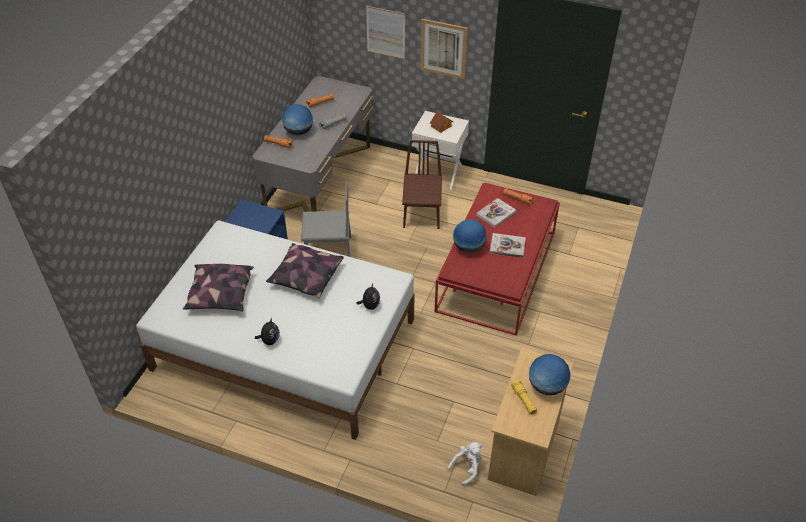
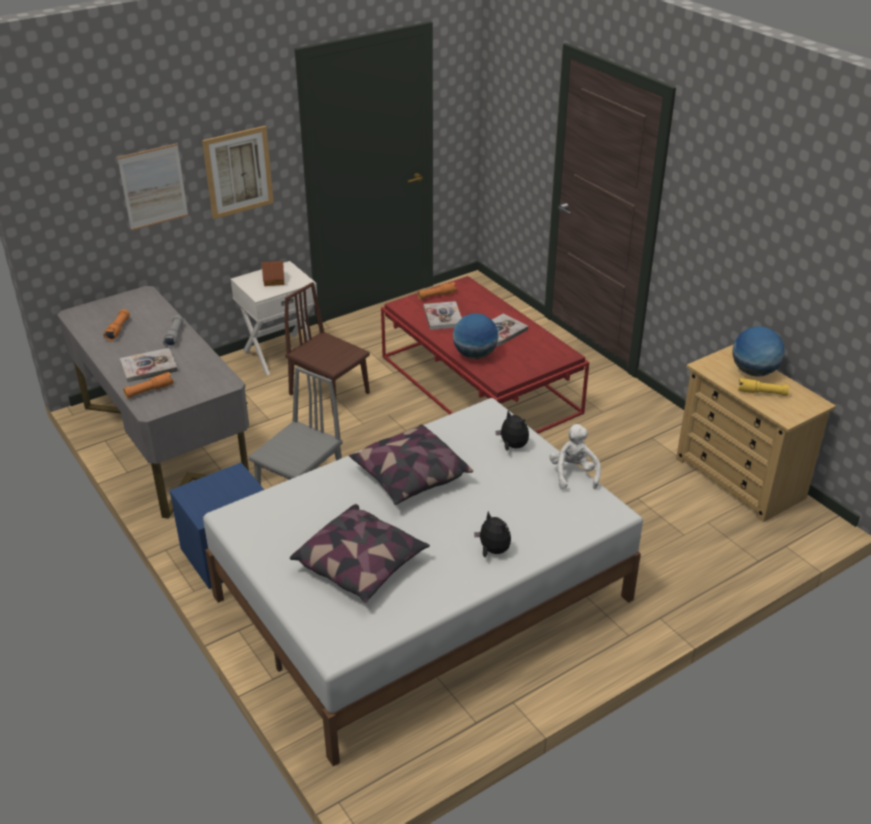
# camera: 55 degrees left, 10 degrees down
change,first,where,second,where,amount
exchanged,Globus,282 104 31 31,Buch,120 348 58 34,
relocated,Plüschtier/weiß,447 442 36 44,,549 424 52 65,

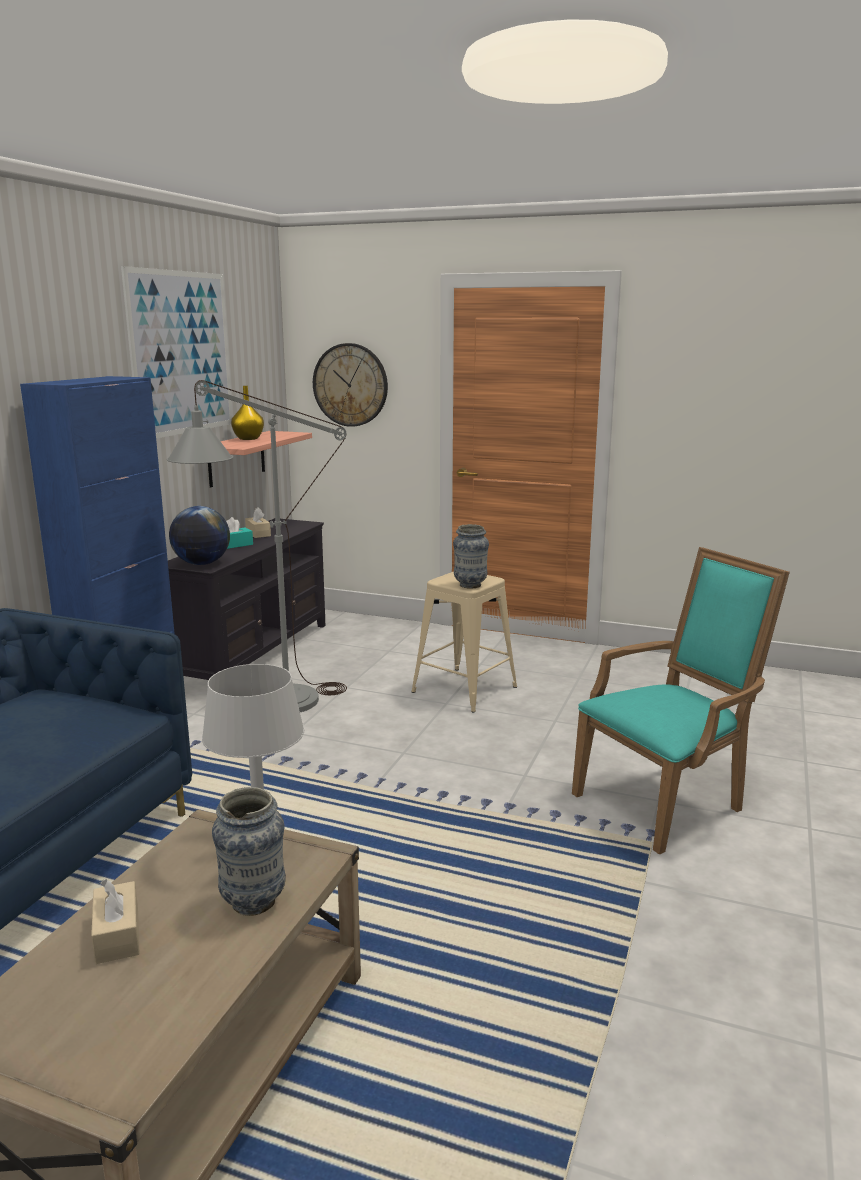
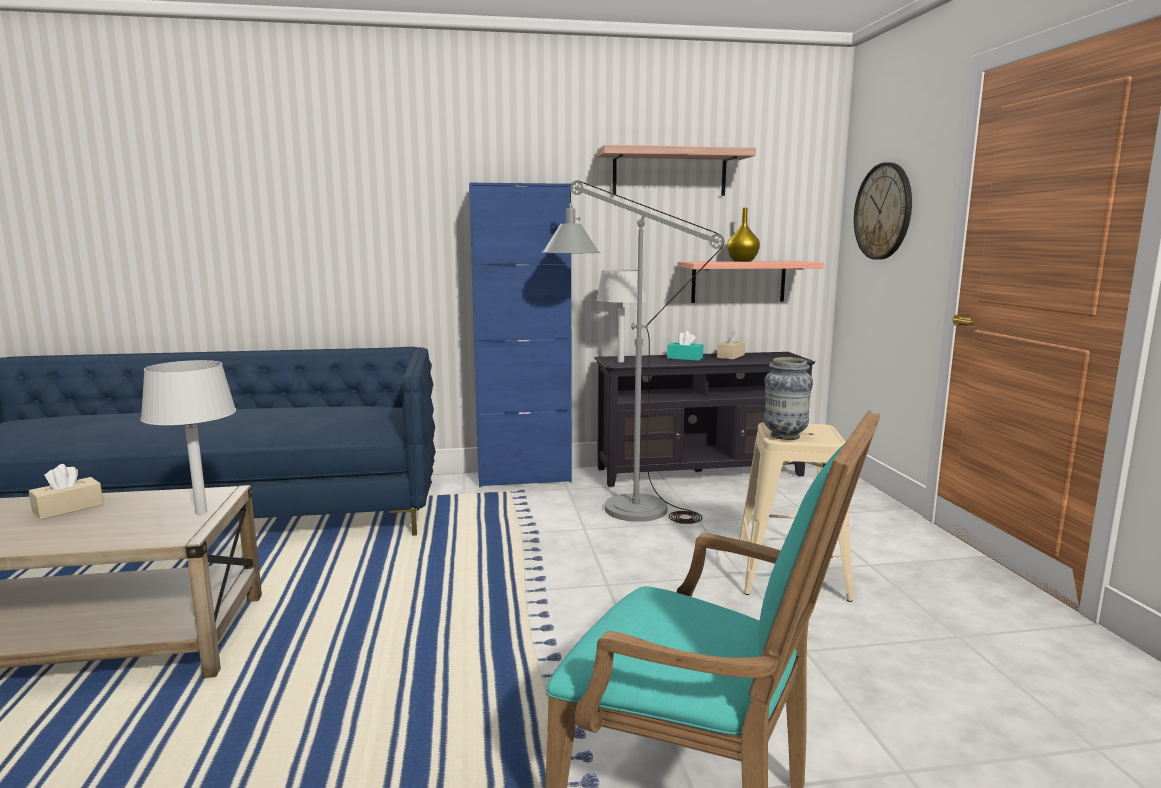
# camera: 60 degrees right, 5 degrees down
change,first,where,second,where,amount
exchanged,Bild,121 266 112 173,Wandregal,597 145 159 51,
exchanged,Globus,169 506 61 59,Tischlampe/grau,596 269 51 93,
missing,Vase,212 787 74 129,,,

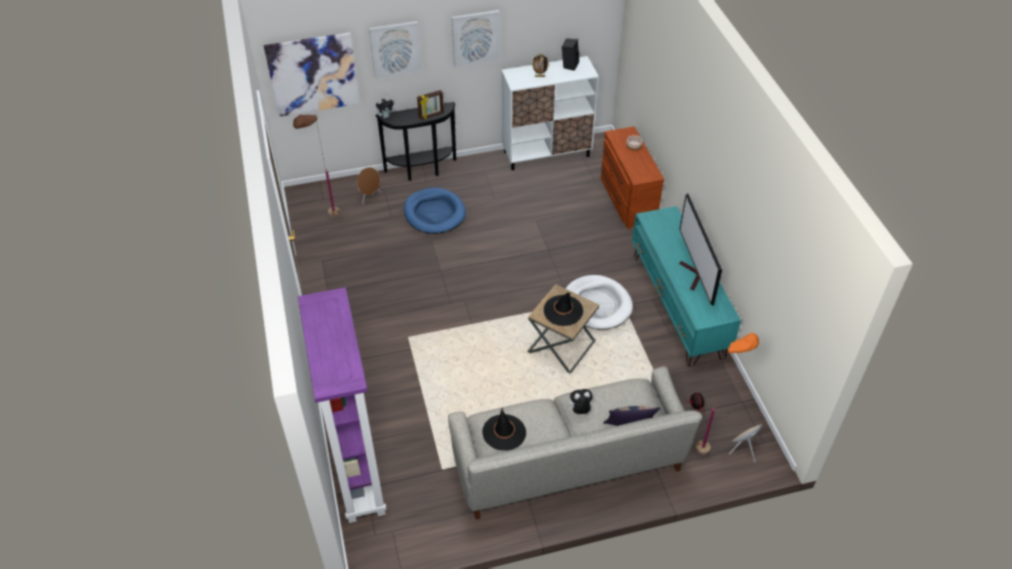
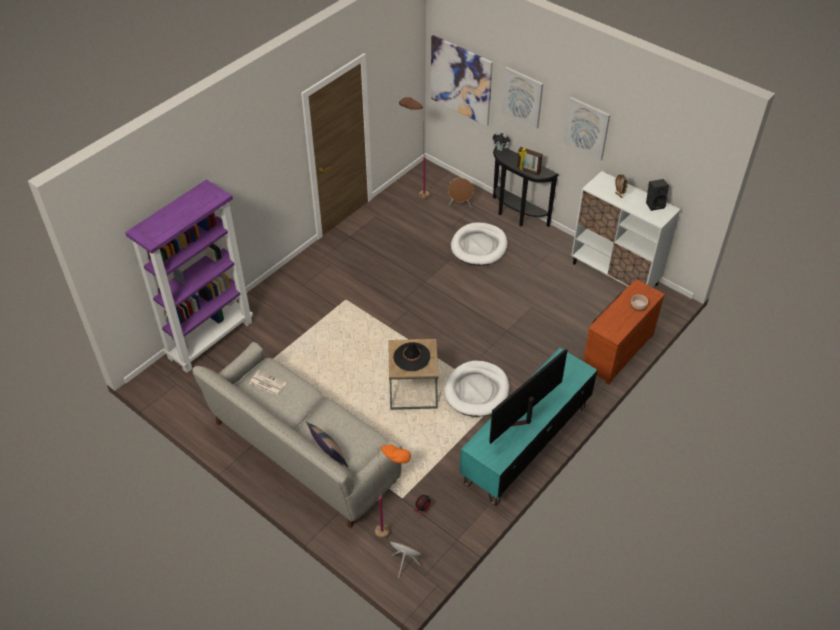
# camera: 55 degrees right, 0 degrees up
change,first,where,second,where,amount
colour,Hundebett/blau,404 188 62 46,Hundebett/weiß,451 222 56 44,
exchanged,Hut/schwarz,482 408 44 43,Zeitung,250 371 36 24,
missing,Plüschtier,567 389 26 25,,,

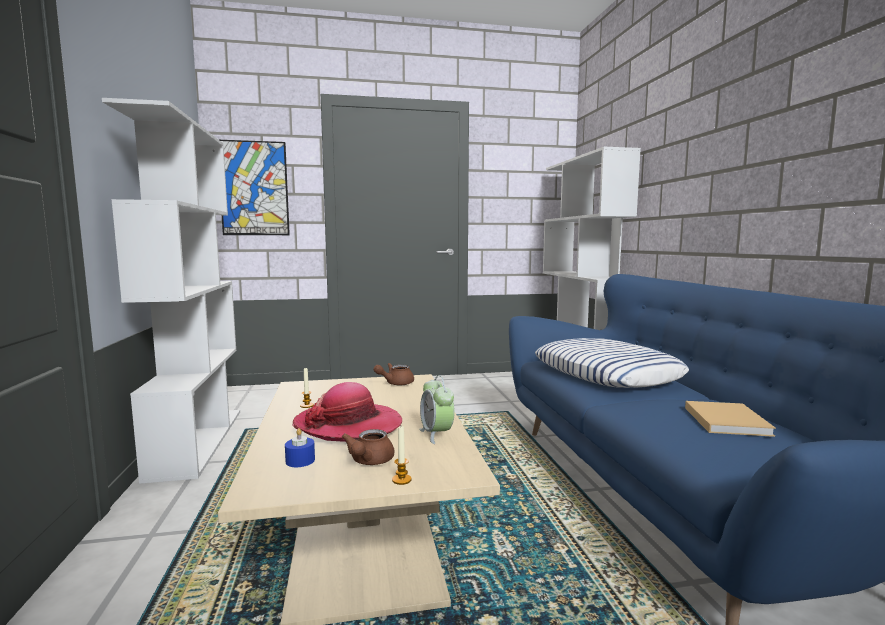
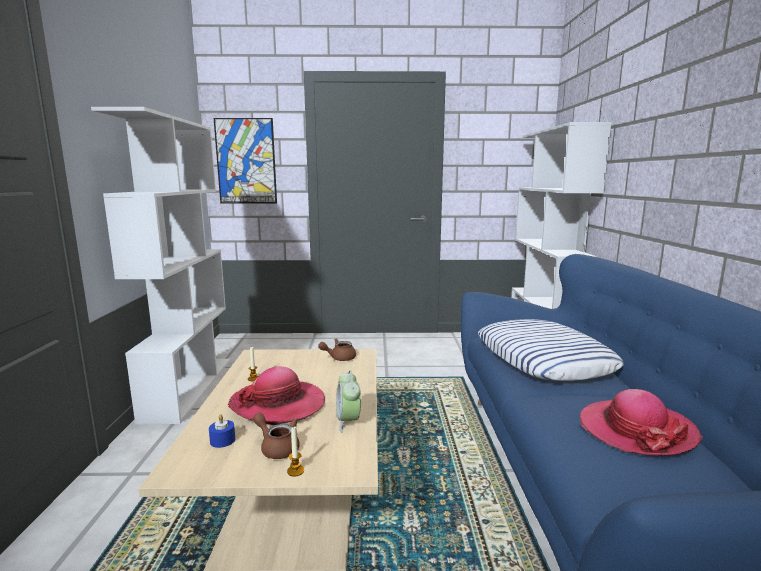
# camera: 10 degrees right, 5 degrees up
change,first,where,second,where,amount
spun,Teekanne/braun,342 429 53 36,,253 413 47 46,105 degrees clockwise
exchanged,Buch/beige,685 401 91 36,Hut,580 389 123 66,

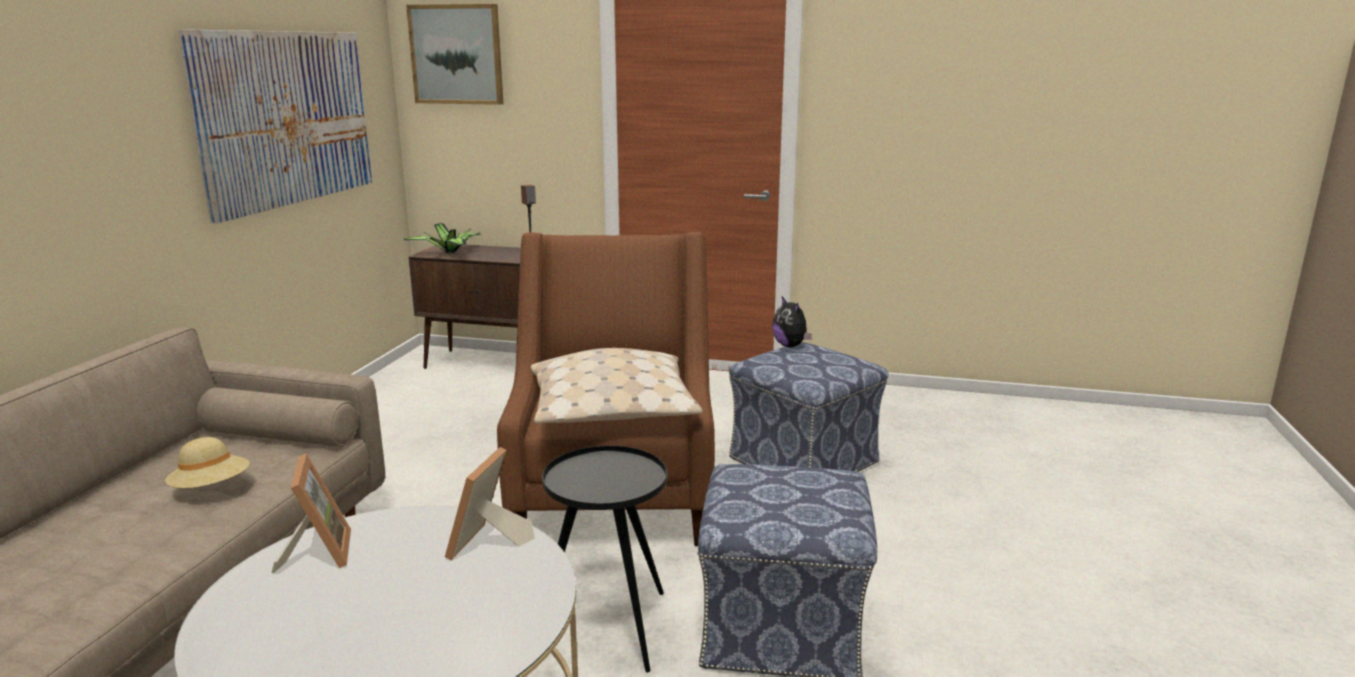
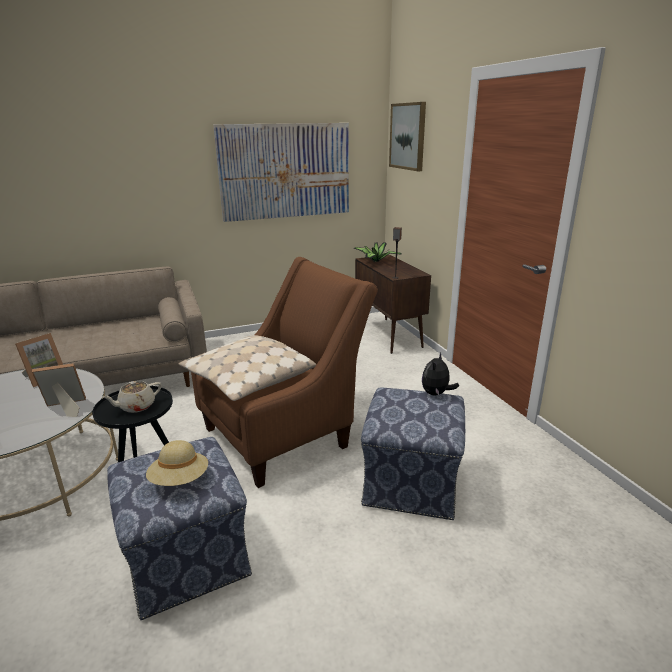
# camera: 55 degrees right, 5 degrees up
change,first,where,second,where,amount
relocated,Hut/beige,165 437 85 51,,146 440 62 46,
appeared,,,Teekanne/beige,102 381 60 32,

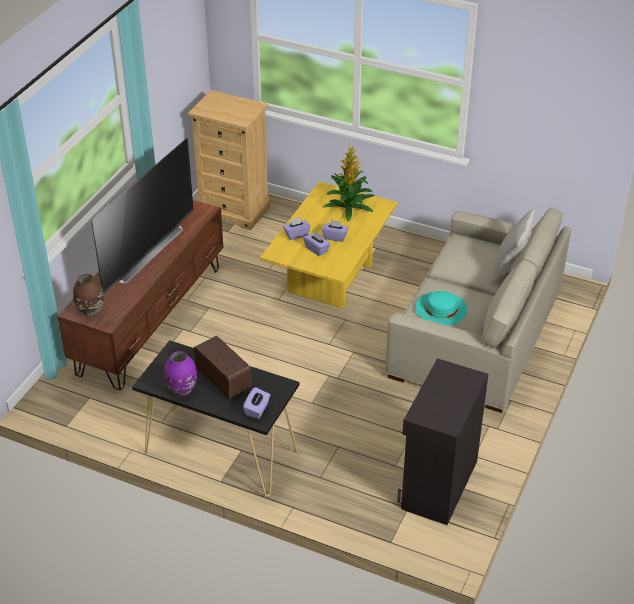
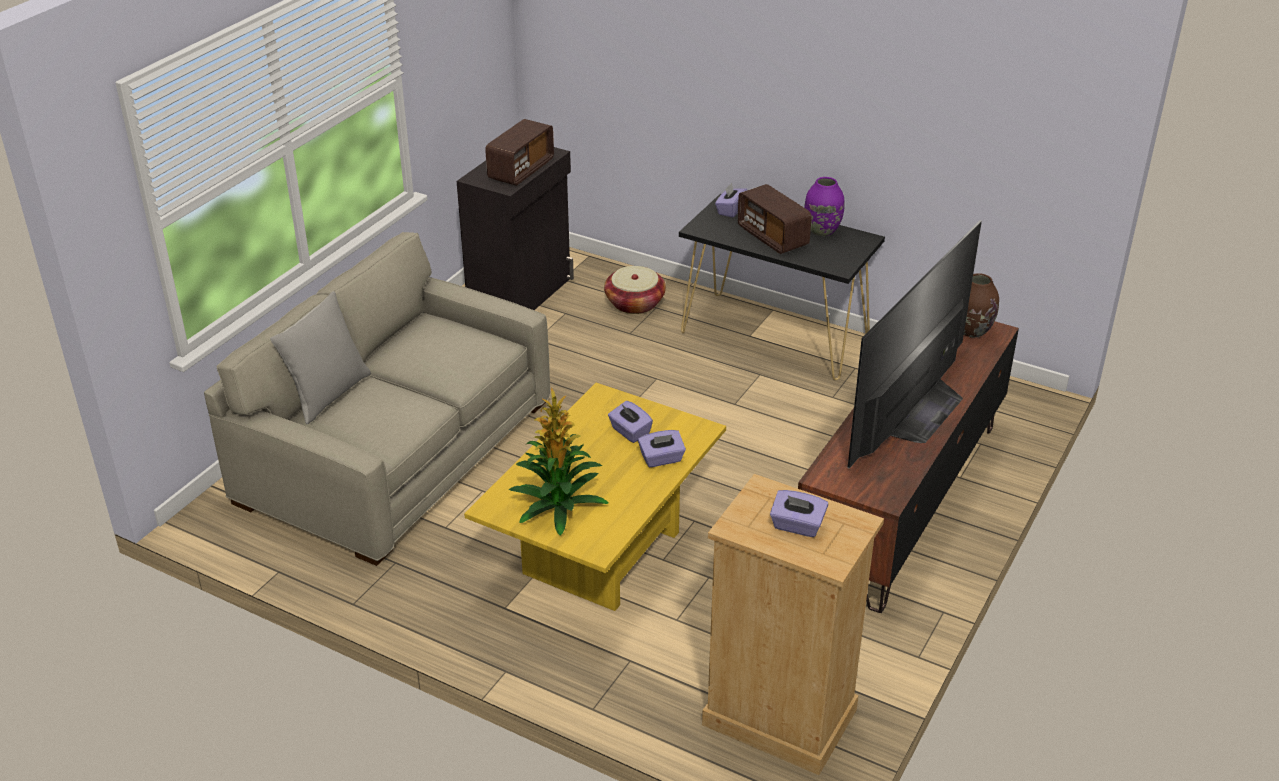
# camera: 175 degrees left, 5 degrees down
change,first,where,second,where,amount
relocated,Taschentuchbox/lila,322 220 27 22,,770 490 58 47,
missing,Hut/türkis,415 291 52 35,,,
appeared,,,Radio,485 119 69 67,
appeared,,,Korb,604 266 62 48,

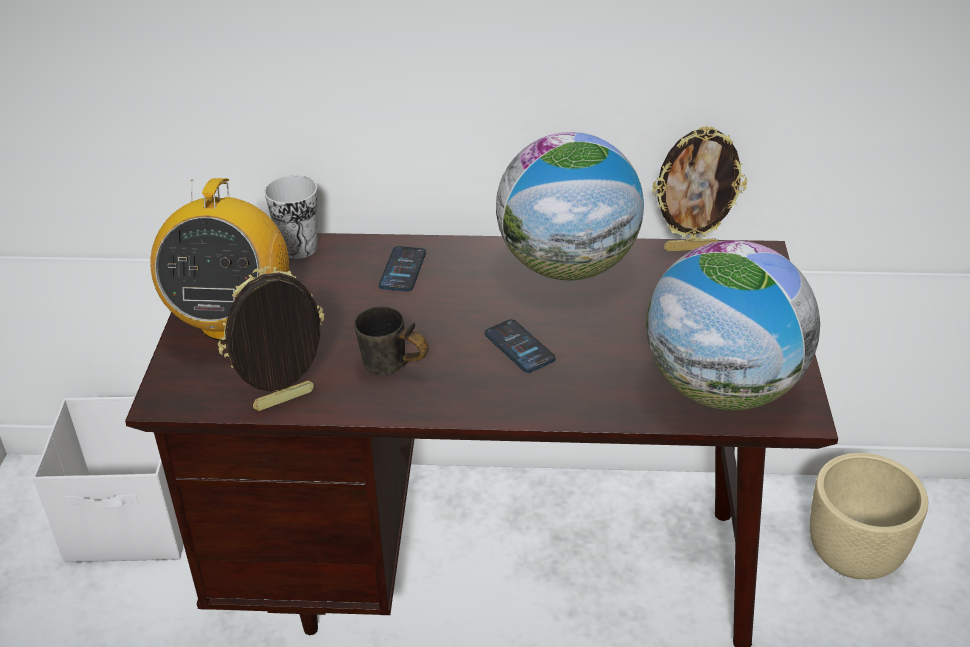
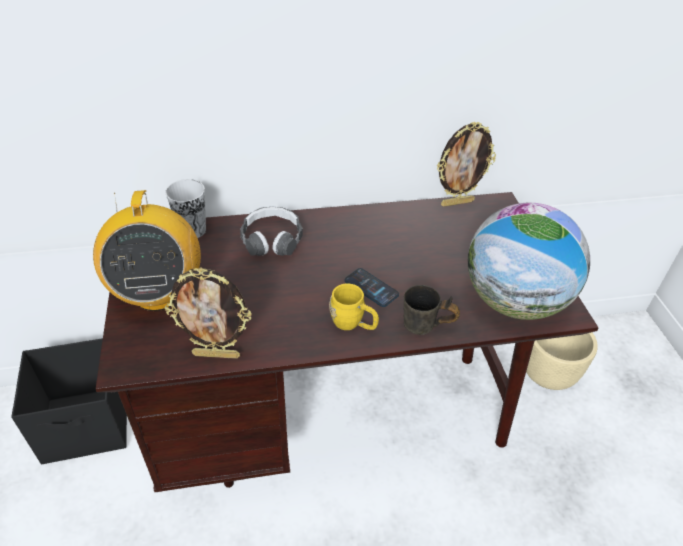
# camera: 15 degrees left, 5 degrees up
change,first,where,second,where,amount
colour,Aufbewahrungsbox/weiß,33 396 151 166,Aufbewahrungsbox/schwarz,11 338 116 126,
spun,Bilderrahmen,218 266 107 145,,165 267 87 92,135 degrees counterclockwise
relocated,Henkelbecher/grau,354 306 74 69,,404 285 56 50,
exchanged,Handy,379 246 47 45,Kopfhörer,240 207 63 49,
missing,Globus,496 132 148 148,,,
appeared,,,Henkelbecher/gelb,329 283 50 47,

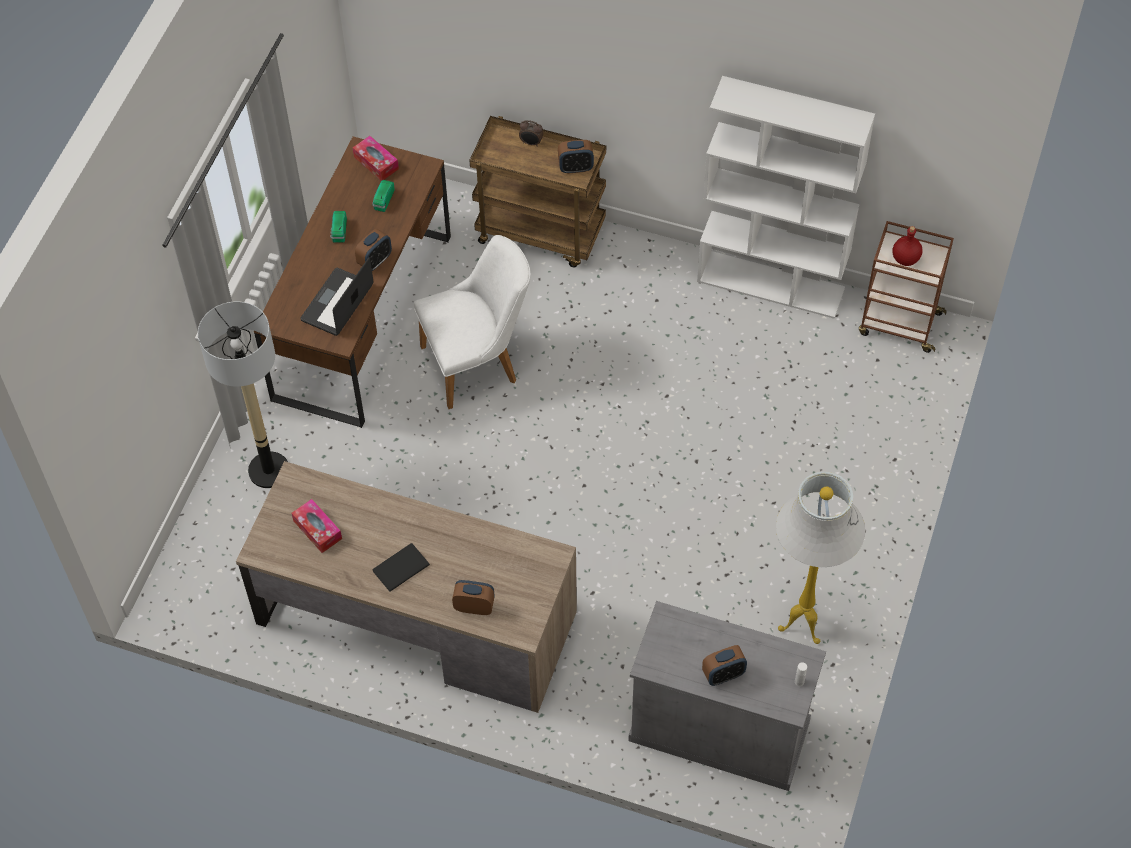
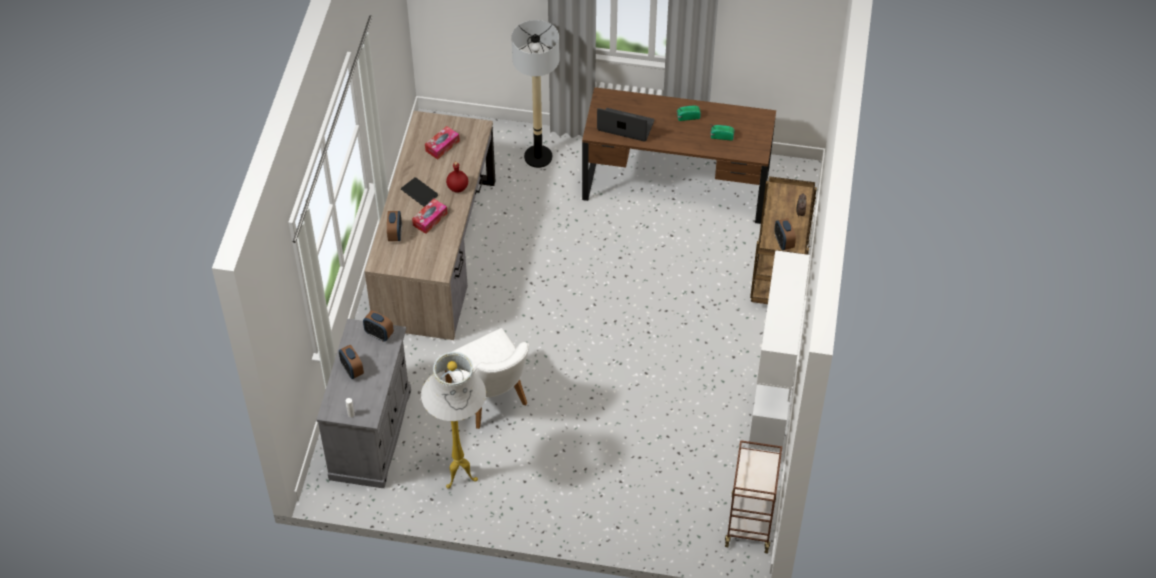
# camera: 80 degrees right, 5 degrees down
change,first,where,second,where,amount
relocated,Taschentuchbox,353 136 46 45,,412 199 36 35,
relocated,Wecker,355 229 37 42,,363 311 31 30,
relocated,Stuhl/weiß,414 235 117 174,,445 328 84 101,
relocated,Flasche/rot,892 226 31 40,,446 162 22 31,

